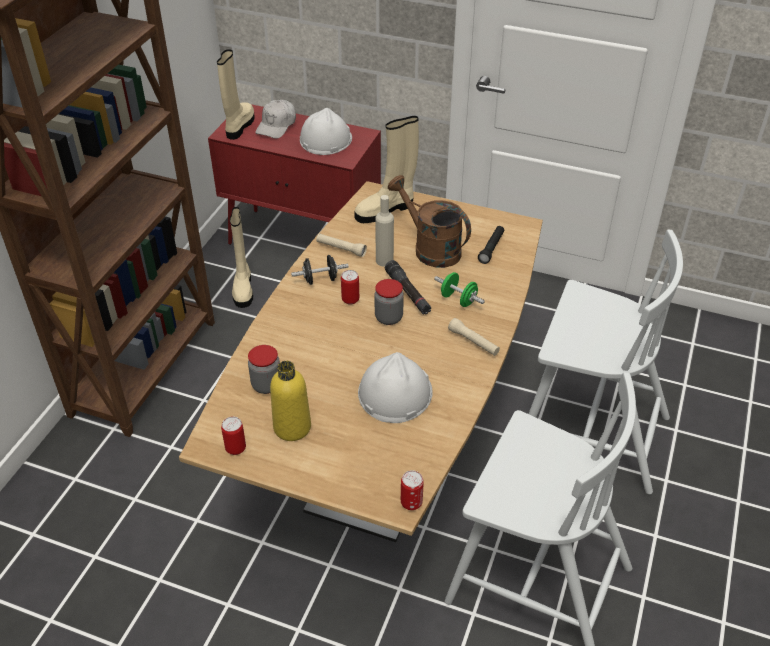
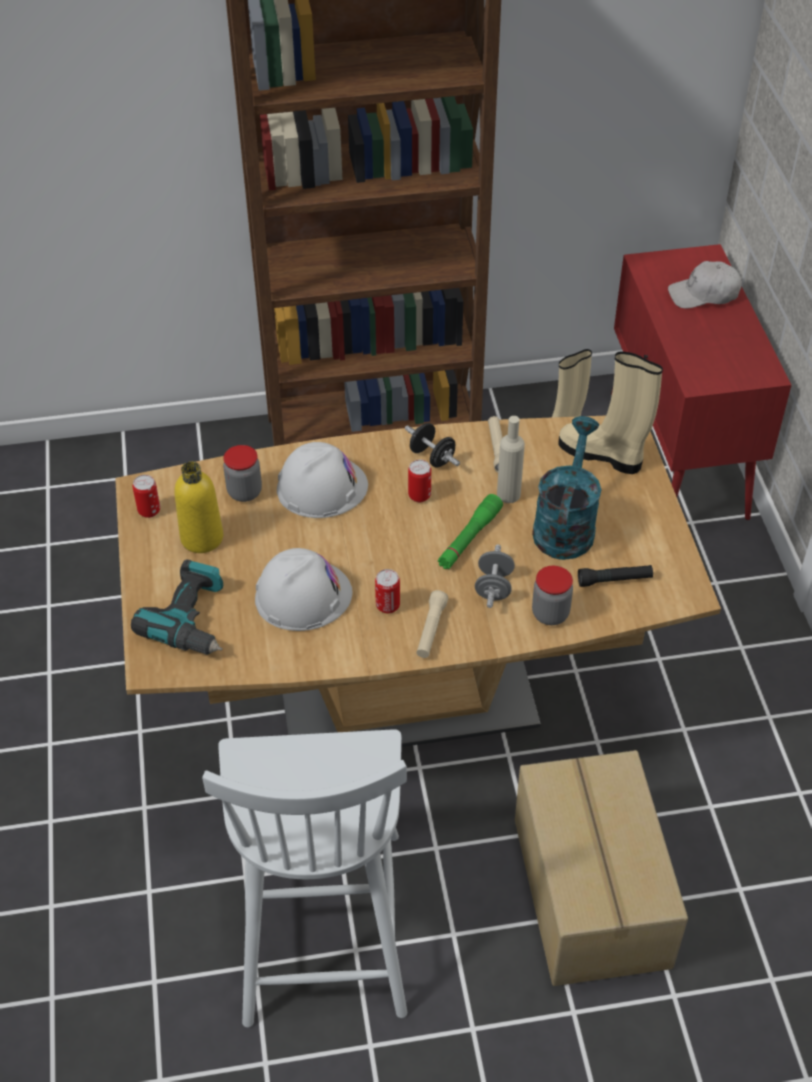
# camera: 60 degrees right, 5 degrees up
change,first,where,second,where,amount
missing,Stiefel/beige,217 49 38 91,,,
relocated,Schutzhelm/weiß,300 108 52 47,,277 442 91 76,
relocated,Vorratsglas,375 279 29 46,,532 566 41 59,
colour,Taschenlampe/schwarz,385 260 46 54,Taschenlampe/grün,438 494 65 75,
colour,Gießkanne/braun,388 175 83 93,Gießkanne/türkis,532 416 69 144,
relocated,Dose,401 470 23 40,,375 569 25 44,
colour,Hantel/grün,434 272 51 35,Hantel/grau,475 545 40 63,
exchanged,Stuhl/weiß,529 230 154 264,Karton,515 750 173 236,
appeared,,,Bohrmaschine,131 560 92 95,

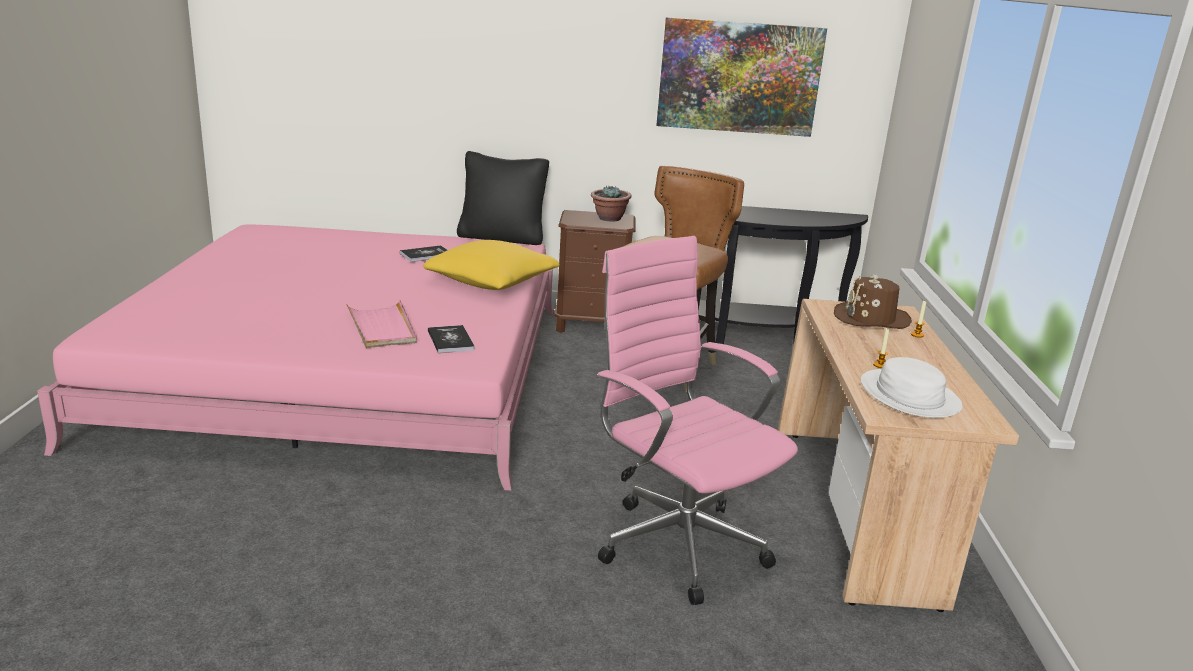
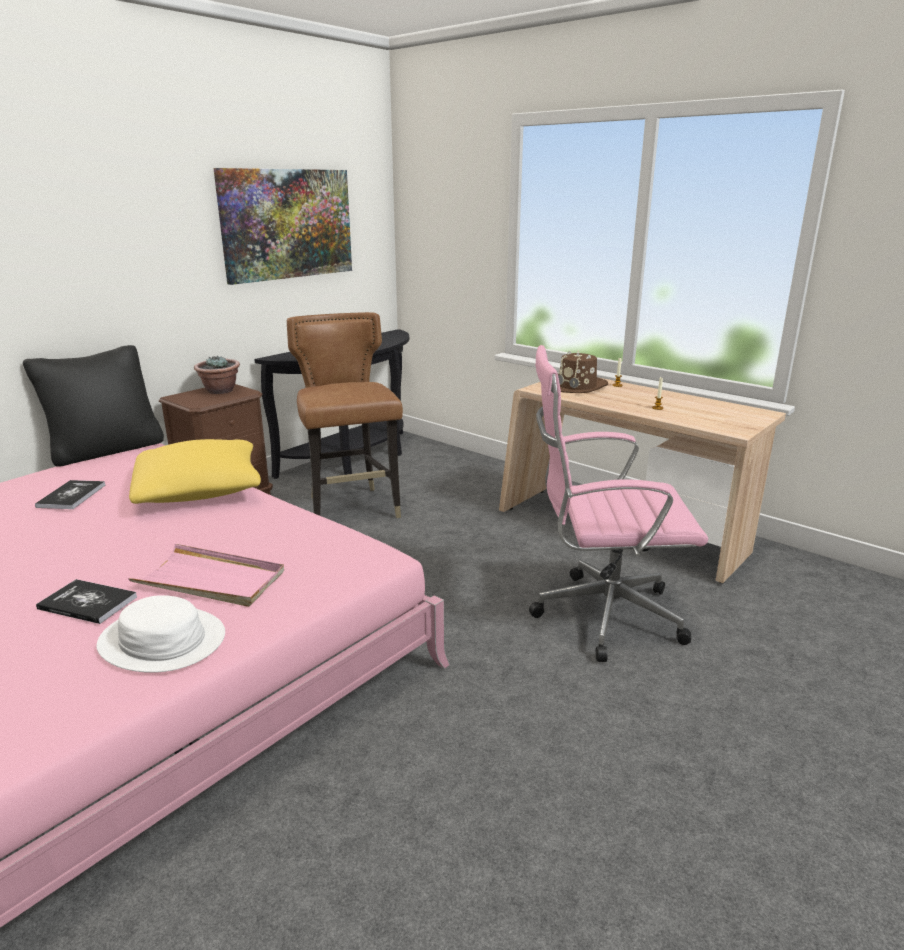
# camera: 50 degrees left, 0 degrees up
change,first,where,second,where,amount
relocated,Buch,428 325 47 28,,36 579 101 45,
relocated,Hut/weiß,861 357 102 61,,96 595 129 78,

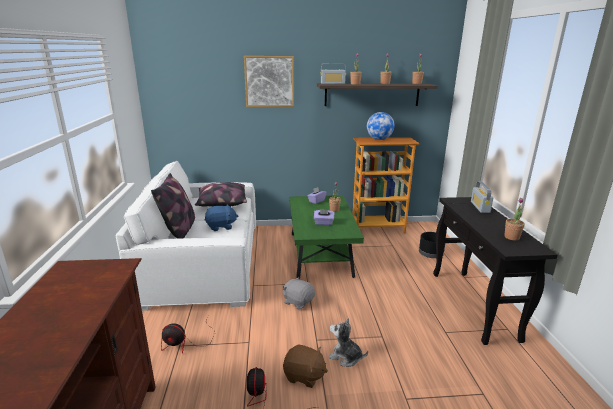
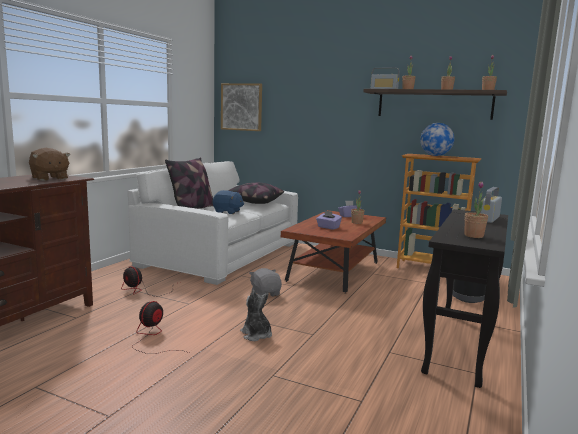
# camera: 30 degrees right, 10 degrees down
change,first,where,second,where,amount
relocated,Bild,244 56 50 51,,221 83 41 48,
relocated,Plüschtier/braun,283 345 45 43,,29 148 42 33,
colour,Couchtisch/grün,289 195 75 84,Couchtisch/braun,281 210 105 83,

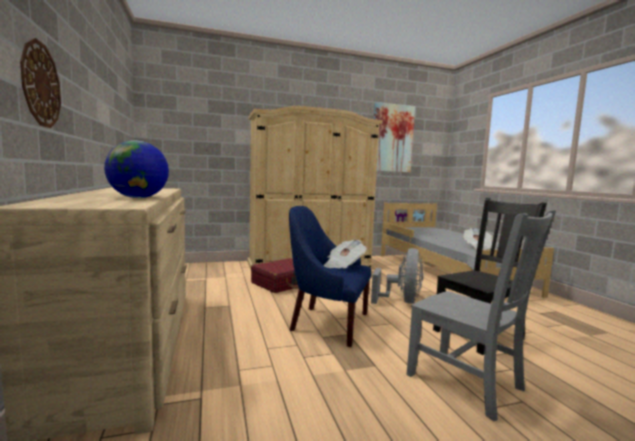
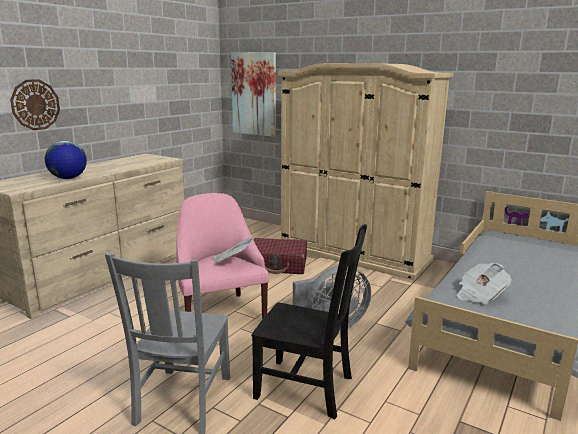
# camera: 50 degrees right, 10 degrees up
change,first,where,second,where,amount
colour,Sessel/blau,289 206 82 141,Sessel/rosa,176 193 93 126,
relocated,Bild,374 102 41 70,,231 52 45 85,

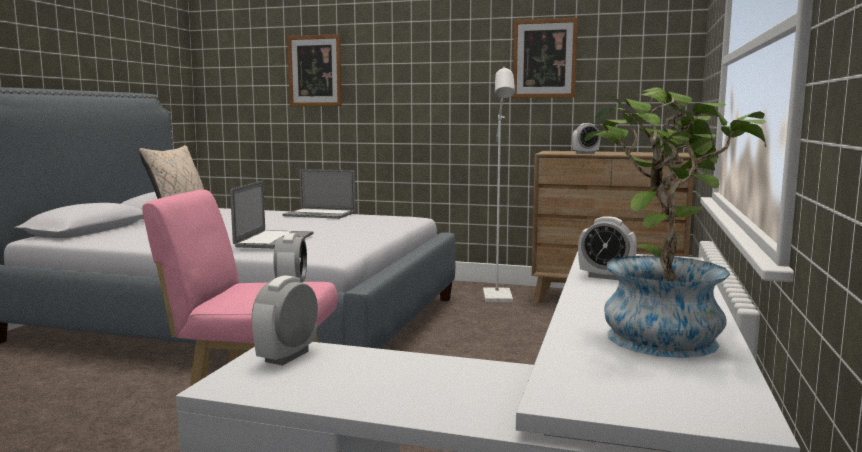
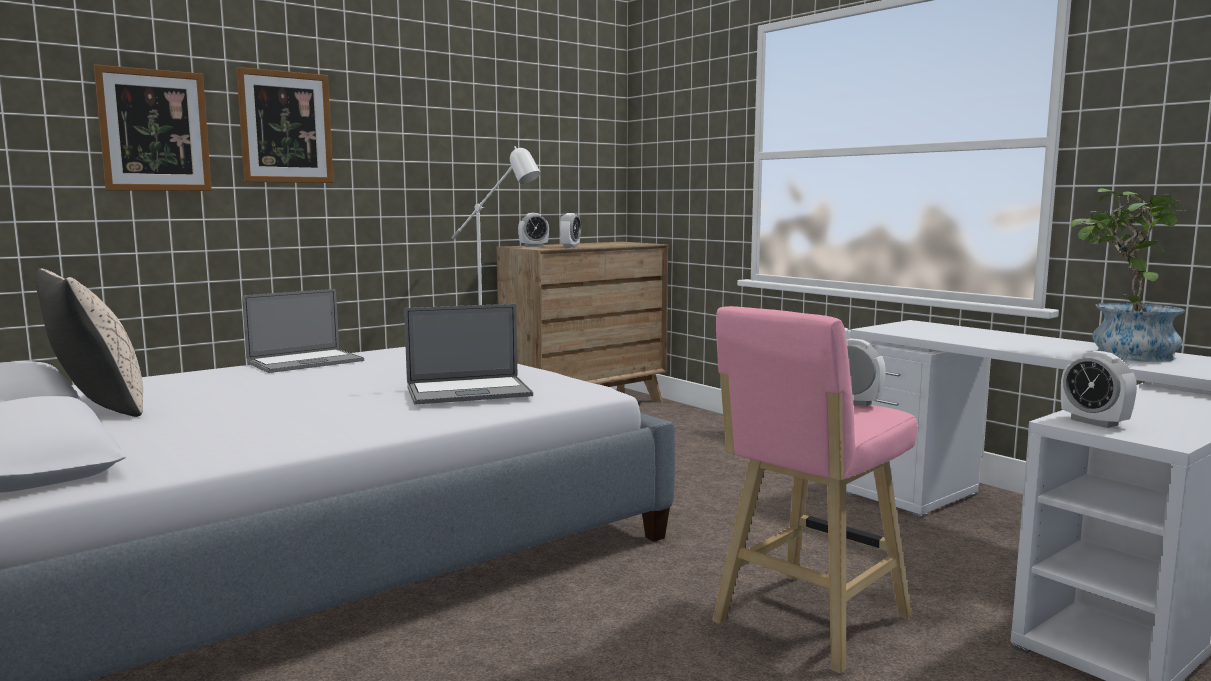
# camera: 55 degrees left, 0 degrees up
change,first,where,second,where,amount
spun,Laptop,230 181 84 67,,404 304 129 101,120 degrees clockwise
relocated,Bild,512 17 66 81,,236 67 98 116,
relocated,Wecker,578 216 59 64,,518 213 31 34,

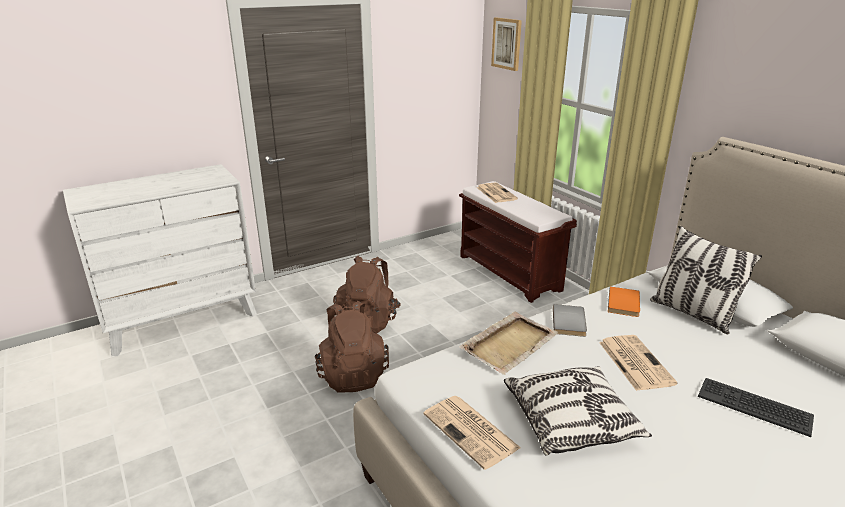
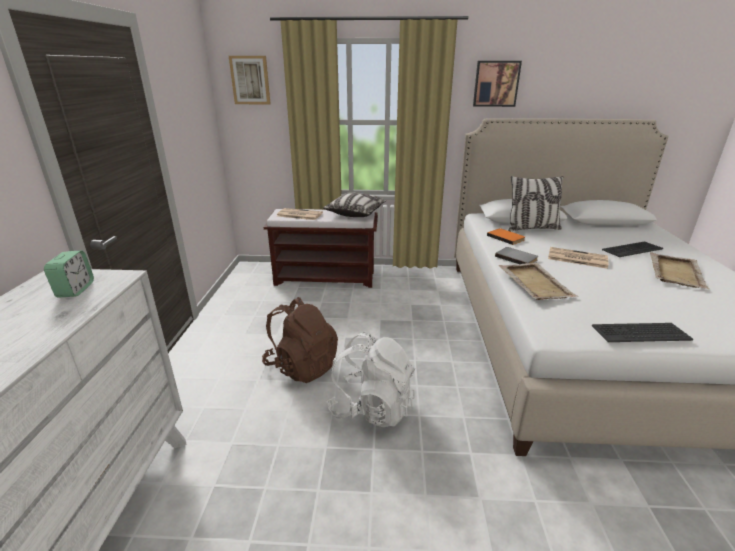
# camera: 55 degrees left, 0 degrees up
change,first,where,second,where,amount
colour,Rucksack/braun,315 301 74 92,Rucksack/weiß,326 332 89 95,
exchanged,Zeitung,423 396 98 74,Tastatur,592 323 101 19,
relocated,Kissen,504 366 148 90,,323 192 64 25,
appeared,,,Wecker,44 251 50 47,
appeared,,,Bild,473 61 49 46,
appeared,,,Tablett/beige,650 252 59 37,

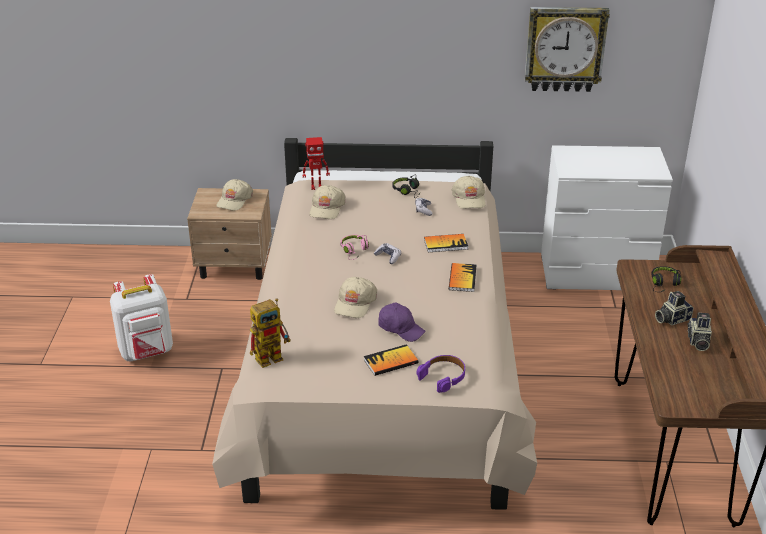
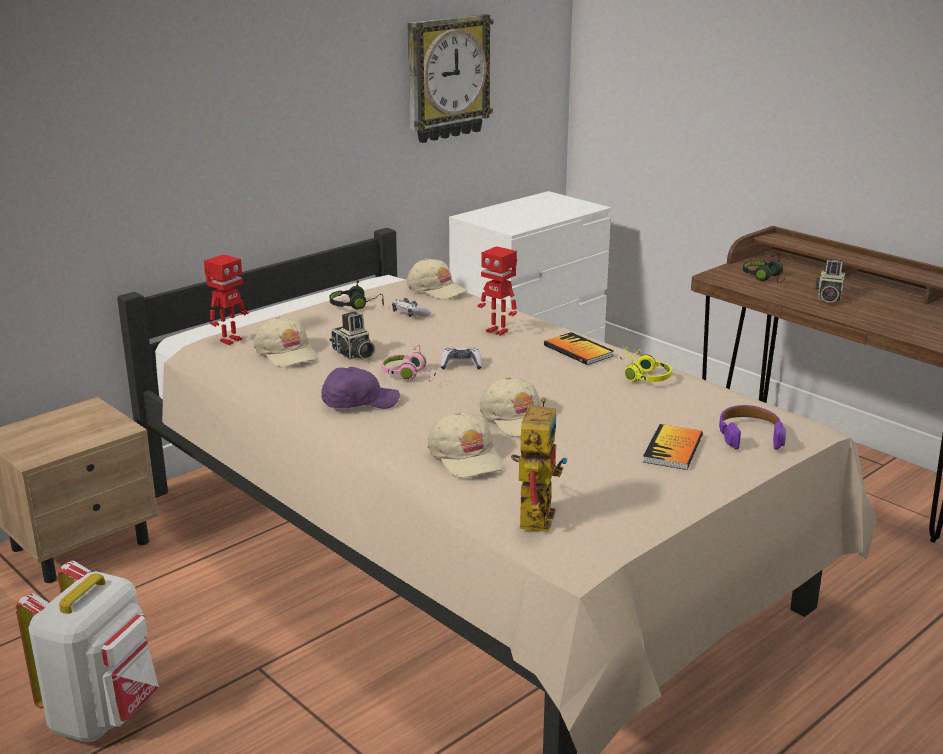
# camera: 45 degrees left, 10 degrees down
change,first,where,second,where,amount
relocated,Kappe/beige,217 179 36 31,,428 412 76 66,
relocated,Kappe/lila,378 303 47 39,,321 367 79 42,
exchanged,Buch,424 234 44 18,Spielzeugroboter,477 246 40 90,
relocated,Kamera,687 313 25 38,,329 312 46 48,
appeared,,,Kopfhörer/gelb,620 347 52 35,

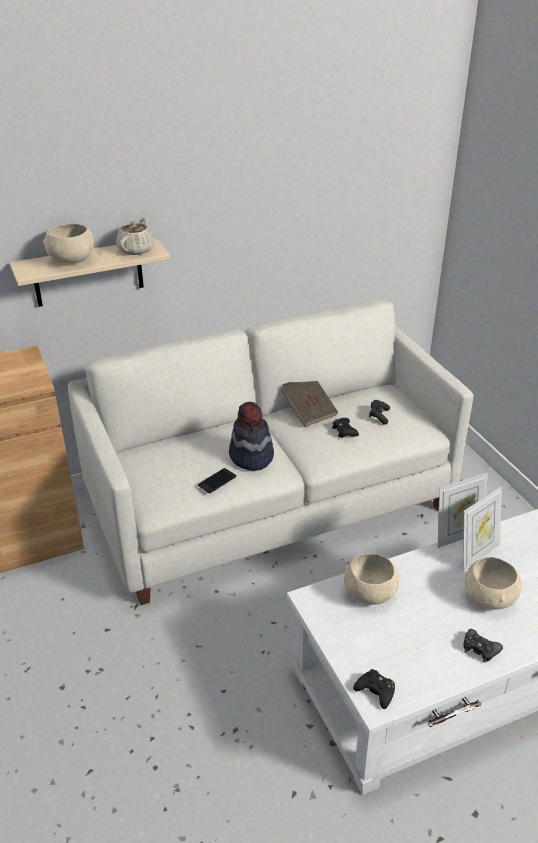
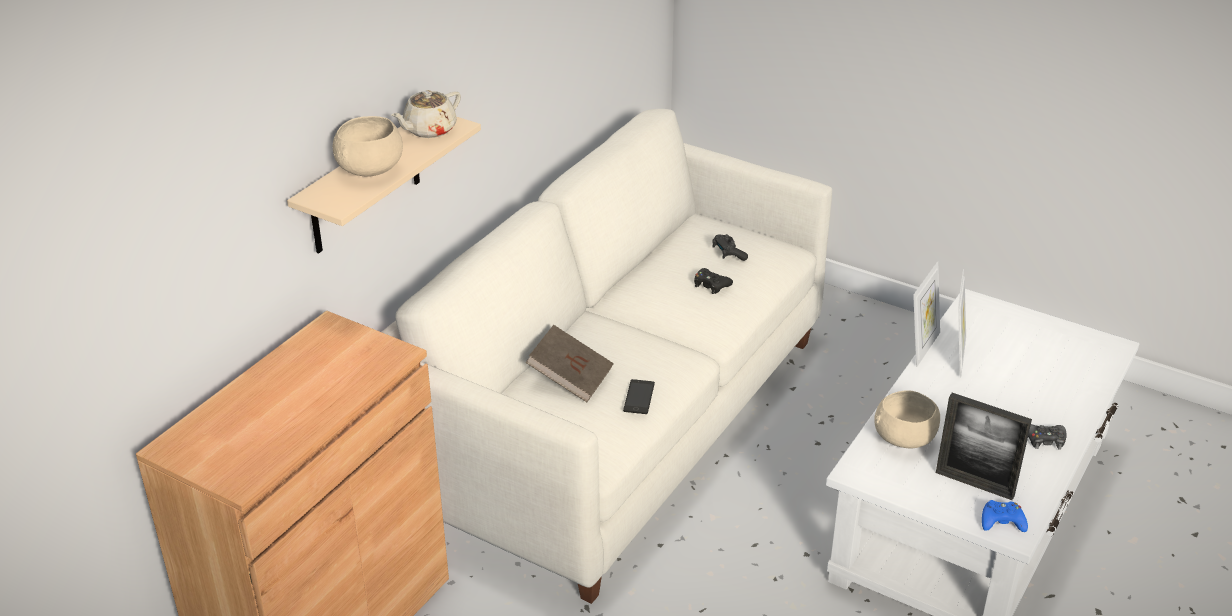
# camera: 35 degrees left, 0 degrees up
change,first,where,second,where,amount
spun,Teekanne/beige,116 217 38 38,,391 90 70 48,120 degrees counterclockwise
missing,Hut,229 402 45 69,,,
relocated,Buch/braun,281 381 57 46,,525 325 89 77,
colour,Gamepad/schwarz,353 669 42 40,Gamepad/blau,982 500 46 32,
missing,Schüssel/beige,464 557 57 53,,,
appeared,,,Bilderrahmen,936 393 96 107,

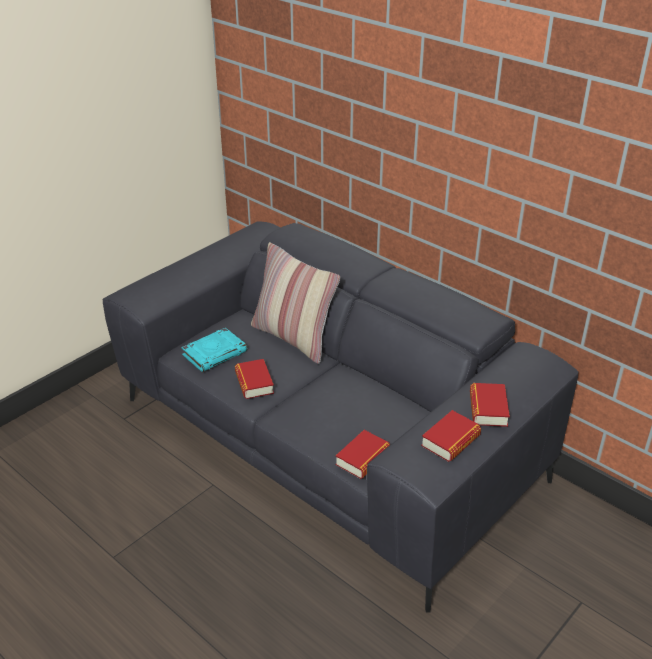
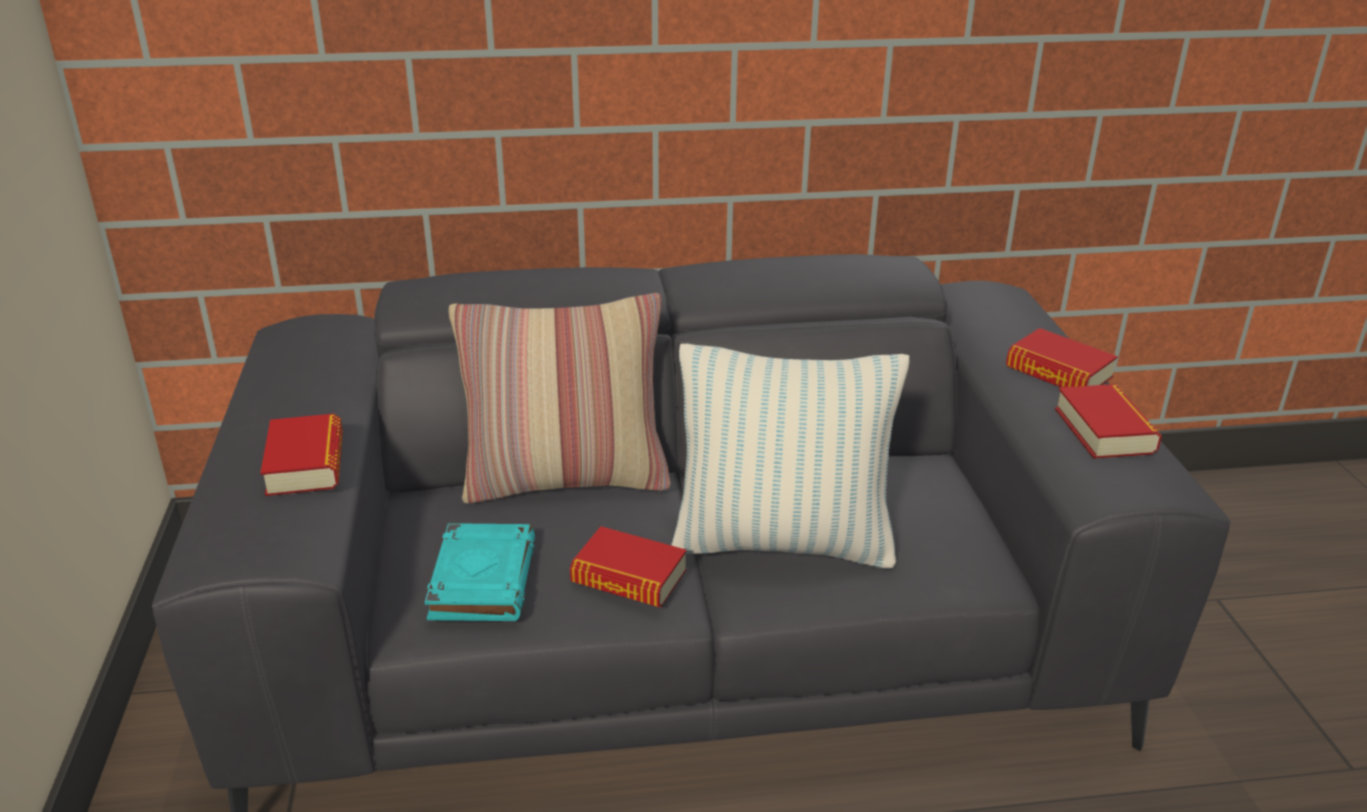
# camera: 50 degrees left, 5 degrees down
change,first,where,second,where,amount
relocated,Buch,336 430 54 49,,260 413 83 83,
appeared,,,Kissen,671 344 239 225,

